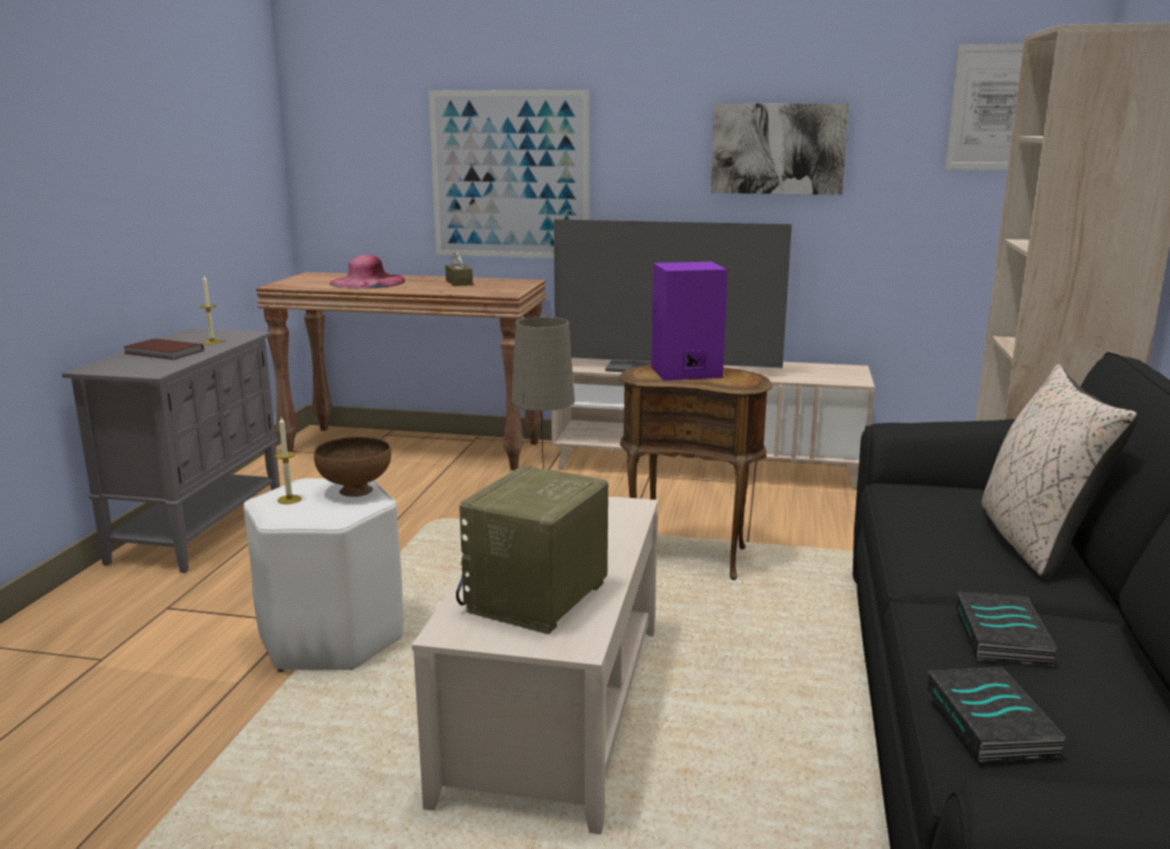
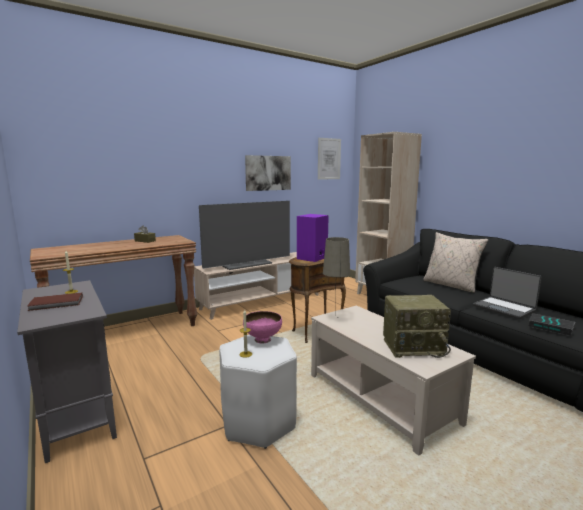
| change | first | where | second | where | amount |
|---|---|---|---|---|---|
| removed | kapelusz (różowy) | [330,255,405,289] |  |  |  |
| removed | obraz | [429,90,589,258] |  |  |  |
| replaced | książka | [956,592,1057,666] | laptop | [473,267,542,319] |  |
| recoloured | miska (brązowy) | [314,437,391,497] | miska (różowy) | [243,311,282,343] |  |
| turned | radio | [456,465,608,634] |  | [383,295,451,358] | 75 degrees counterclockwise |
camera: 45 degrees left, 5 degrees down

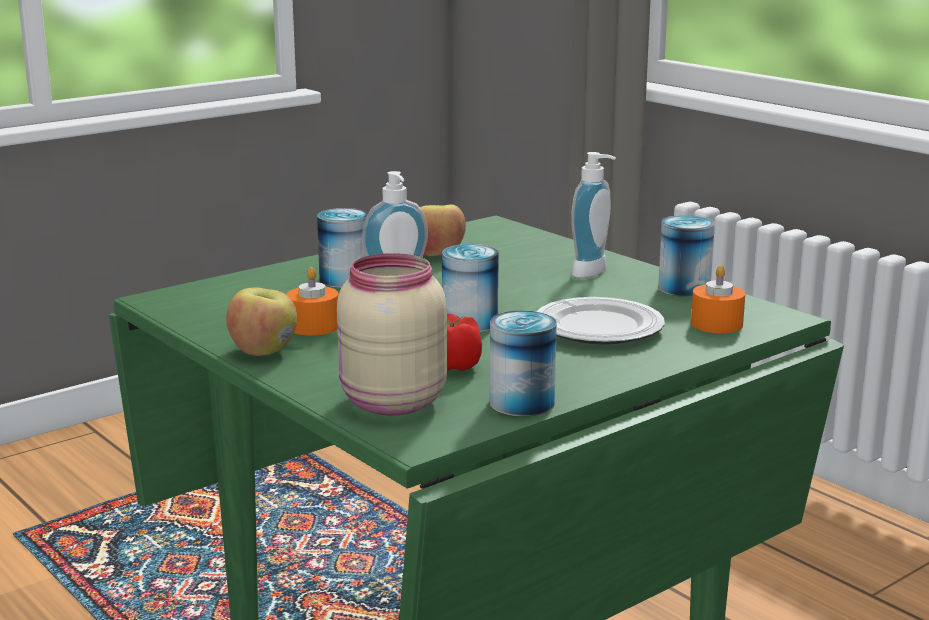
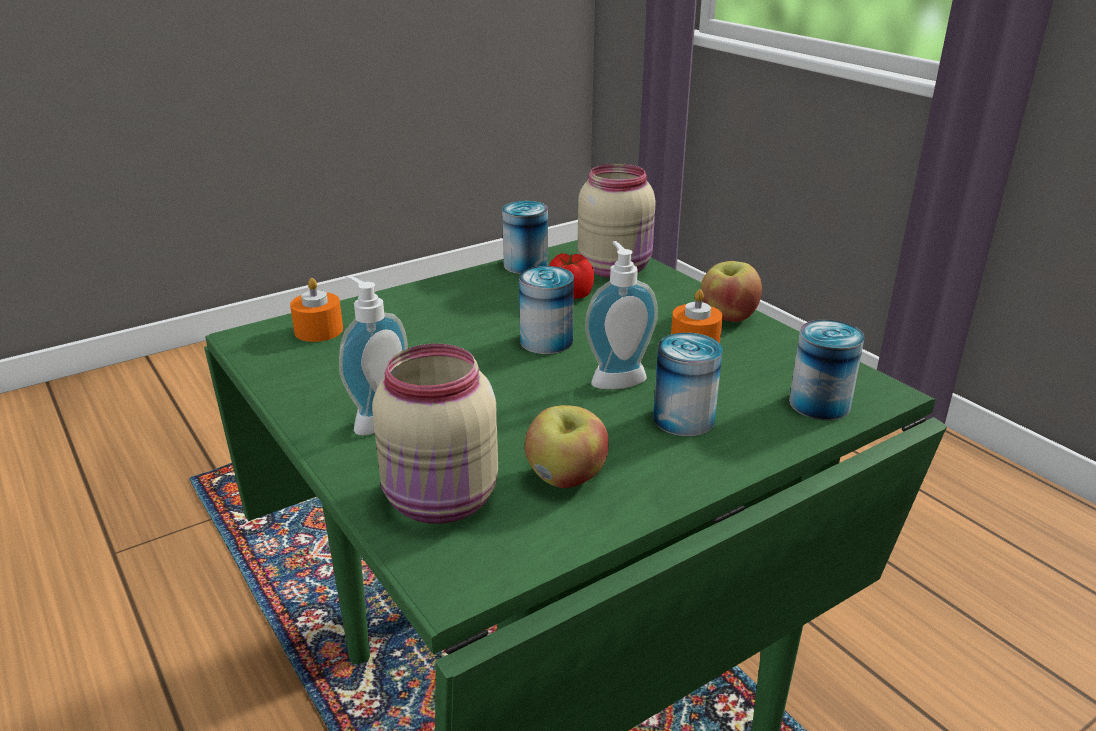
| change | first | where | second | where | amount |
|---|---|---|---|---|---|
| removed | talerz | [537,297,665,345] |  |  |  |
| added |  |  | słoik (beżowy) | [372,344,498,524] |  |
| moved | puszka | [658,215,715,297] |  | [789,320,865,420] |  |
camera: 175 degrees left, 10 degrees up

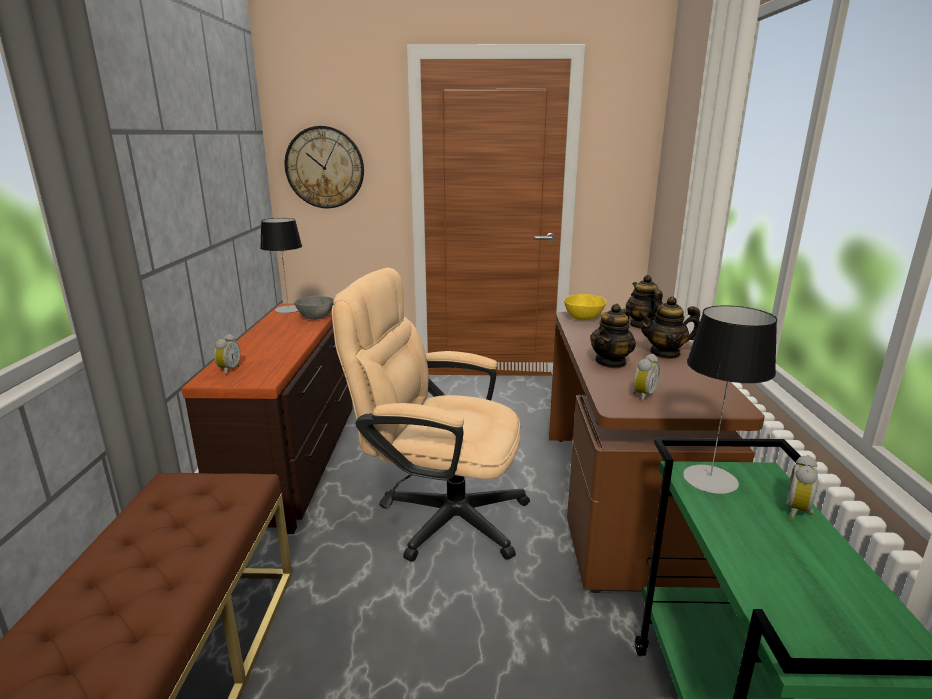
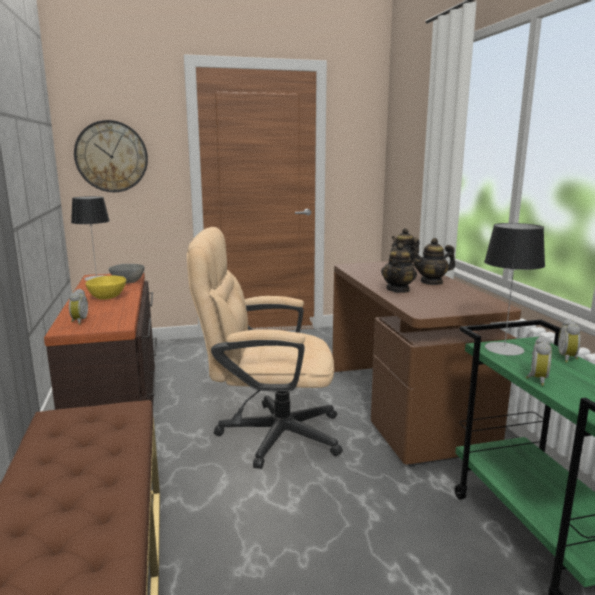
| change | first | where | second | where | amount |
|---|---|---|---|---|---|
| moved | miska (żółty) | [564,294,607,321] |  | [85,275,126,300] |  |
| moved | budzik | [633,354,660,402] |  | [526,336,552,386] |  |
camera: 15 degrees left, 5 degrees down

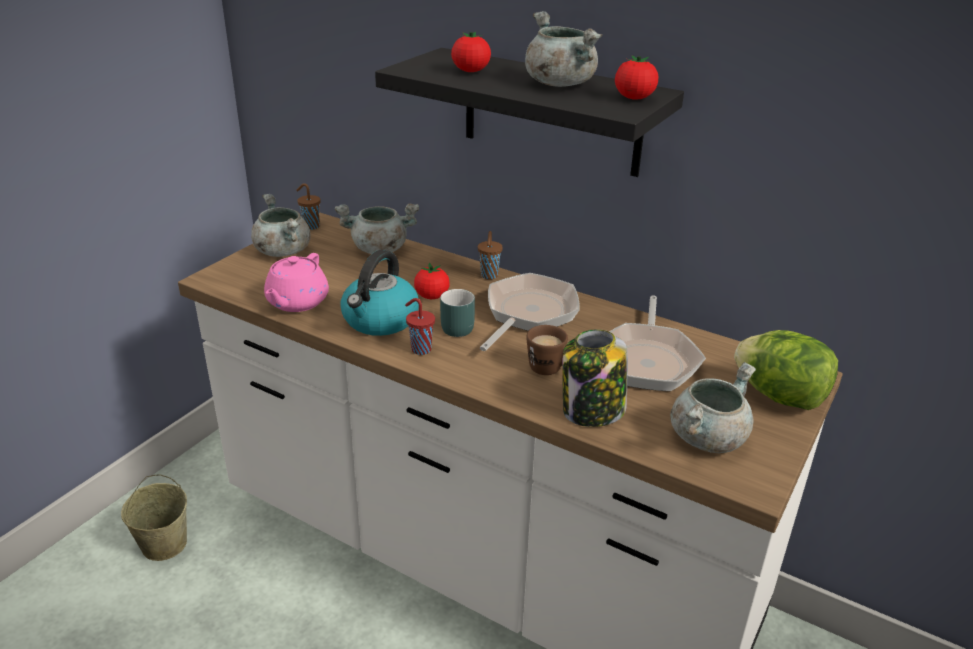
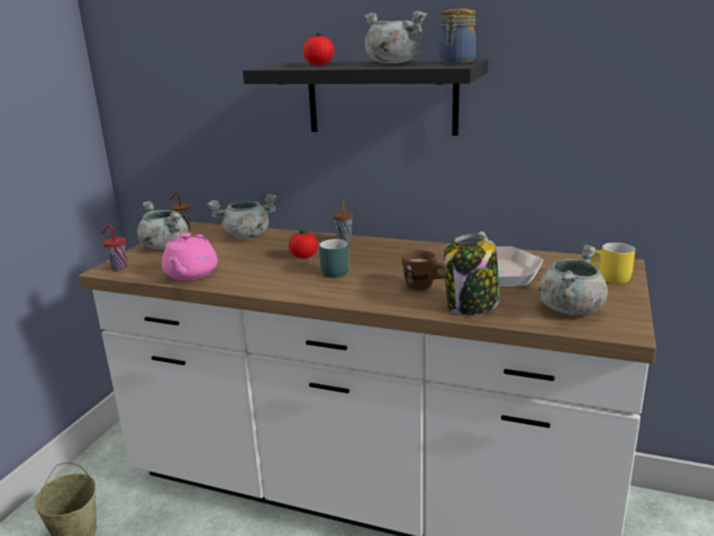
| change | first | where | second | where | amount |
|---|---|---|---|---|---|
| removed | czajnik | [340,250,419,336] |  |  |  |
| removed | patelnia | [480,273,580,351] |  |  |  |
| moved | filiżanka (czerwony) | [405,298,435,355] |  | [102,225,127,270] |  |
| replaced | pomidor | [615,56,659,100] | słoik | [439,8,476,64] |  |
| replaced | sałata | [734,330,838,410] | kubek (żółty) | [591,242,635,284] |  |
camera: 10 degrees left, 10 degrees down

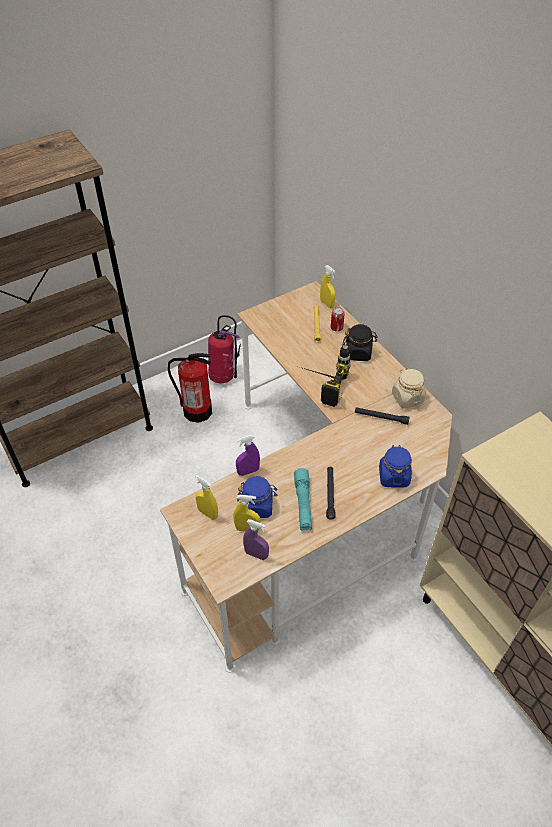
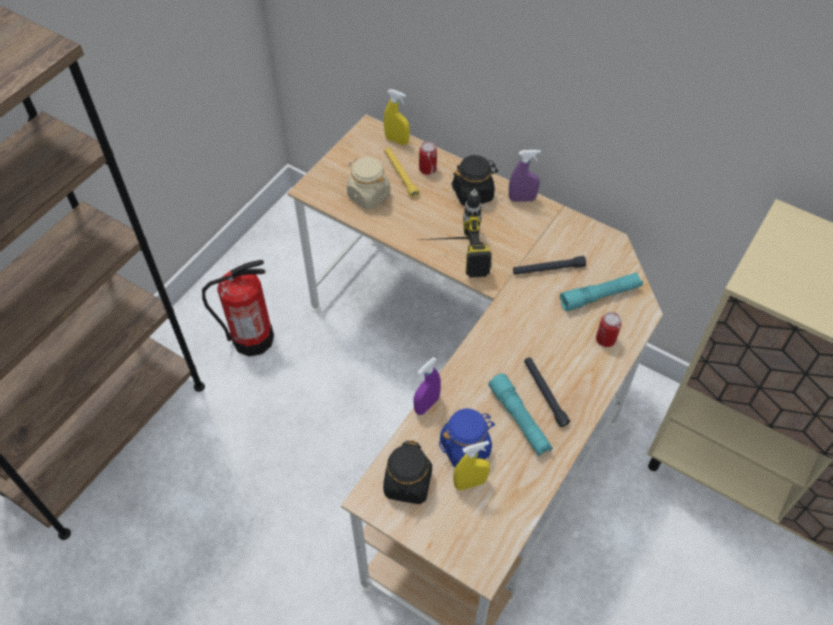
| change | first | where | second | where | amount |
|---|---|---|---|---|---|
| removed | gaśnica | [208,315,241,383] |  |  |  |
| added |  |  | latarka (turkusowy) | [560,272,643,311] |  |
| moved | spryskiwacz (fioletowy) | [243,519,269,560] |  | [509,150,541,202] |  |
| moved | słoik (beżowy) | [392,368,426,409] |  | [347,157,390,210] |  |
| replaced | spryskiwacz (żółty) | [195,475,218,520] | słoik (czarny) | [383,440,432,504] |  |
| replaced | słoik (niebieski) | [379,445,412,488] | puszka | [596,312,622,347] |  |
camera: 25 degrees left, 5 degrees up

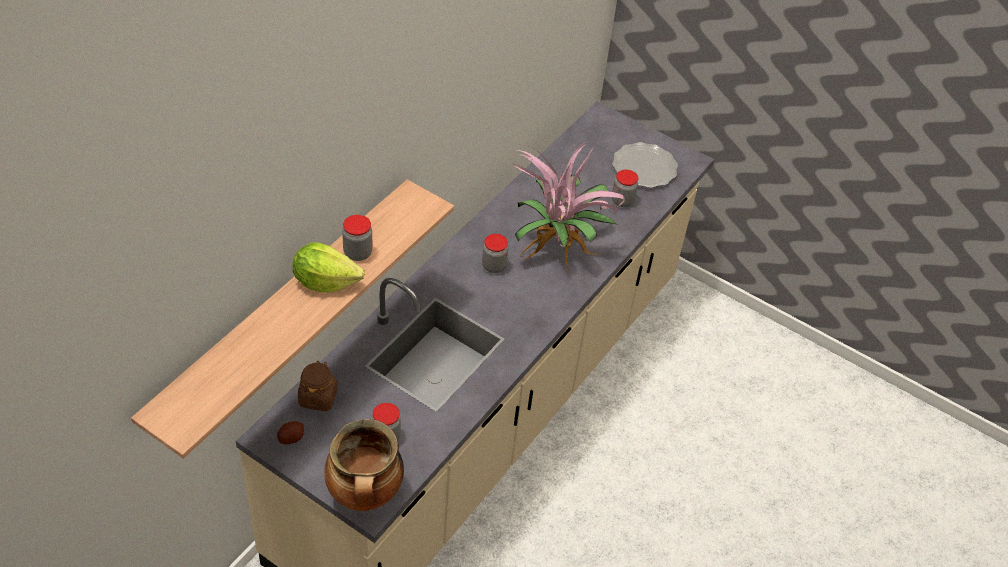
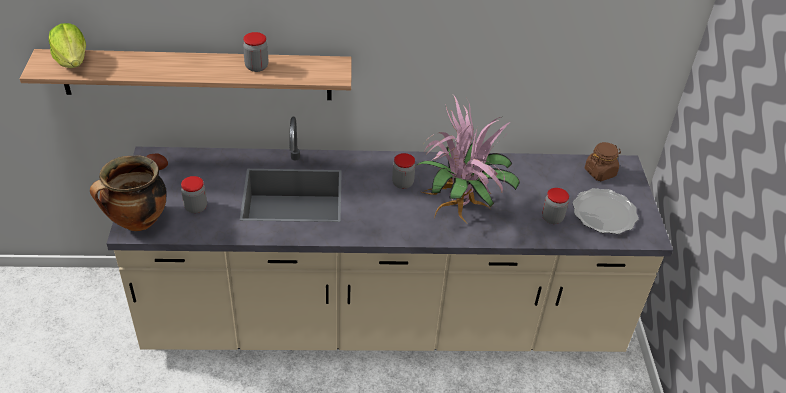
| change | first | where | second | where | amount |
|---|---|---|---|---|---|
| moved | sałata | [292,242,365,293] |  | [49,23,86,68] |  |
| moved | słoik (brązowy) | [298,360,338,411] |  | [585,142,621,181] |  |
camera: 55 degrees right, 5 degrees down

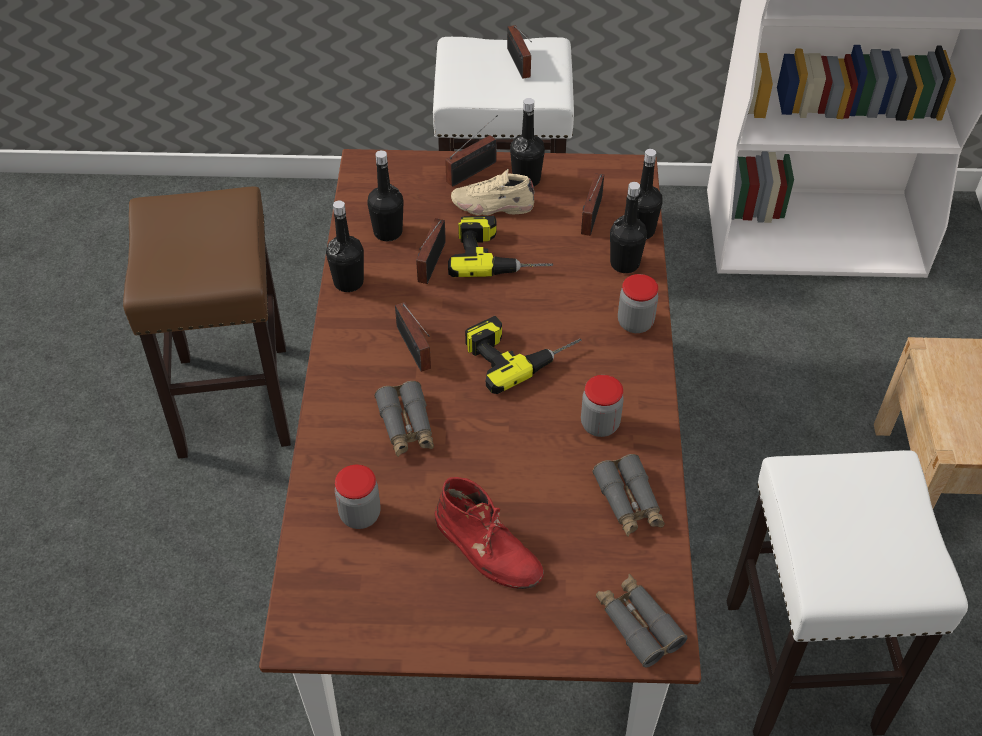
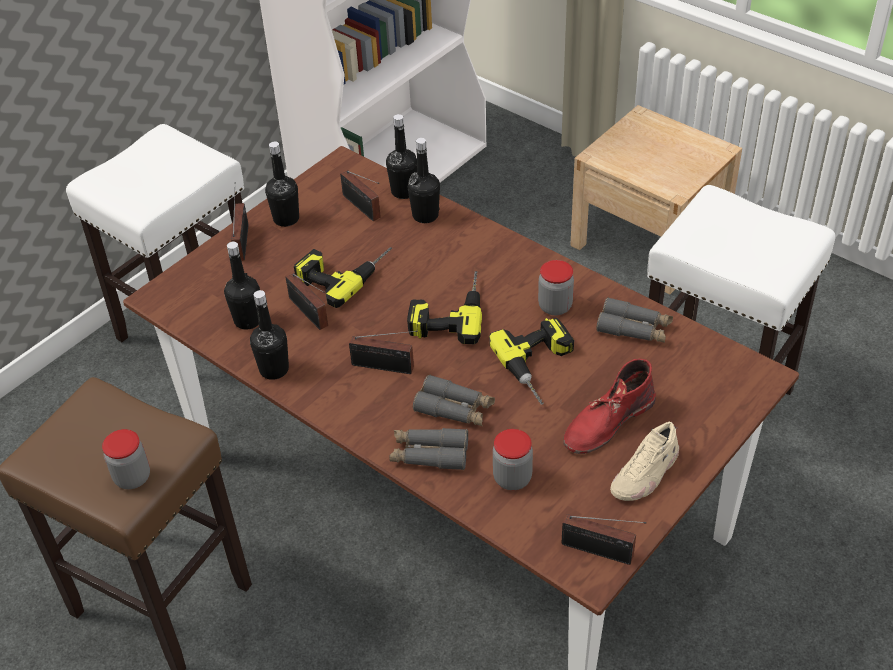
| change | first | where | second | where | amount |
|---|---|---|---|---|---|
| added |  |  | wiertarka | [489,318,574,405] |  |
| moved | but (beżowy) | [451,169,534,215] |  | [610,422,679,501] |  |
| moved | radio | [507,25,532,79] |  | [561,514,646,565] |  |
| moved | lornetka (szary) | [596,574,687,668] |  | [389,428,468,470] |  |
| moved | słoik | [618,274,658,333] |  | [102,429,150,489] |  |
| turned | but z cholewką (czerwony) | [435,477,544,589] |  | [563,358,656,454] | 150 degrees clockwise |
camera: 50 degrees left, 5 degrees down

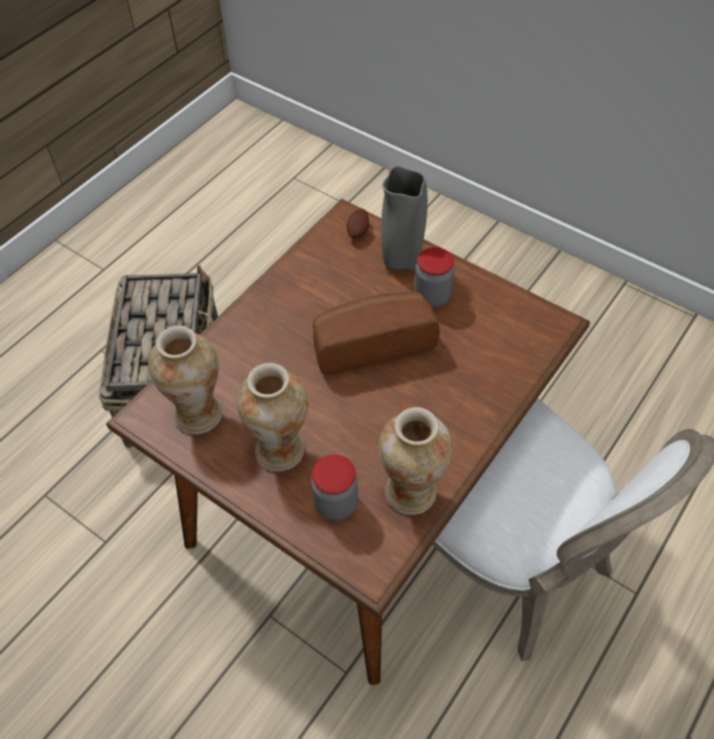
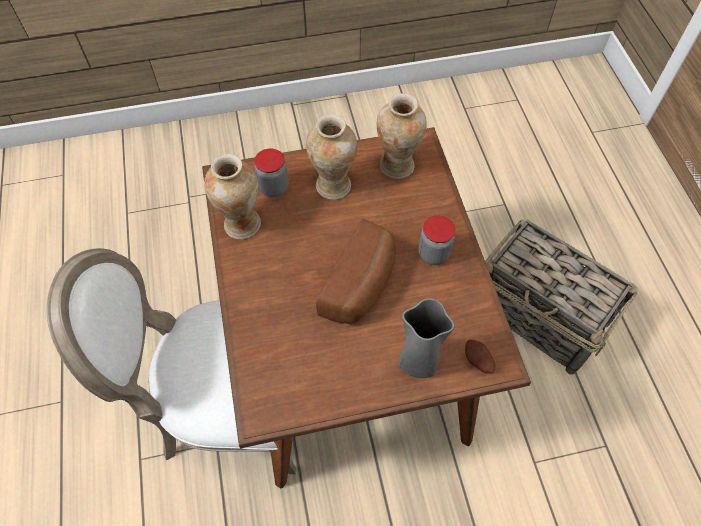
| change | first | where | second | where | amount |
|---|---|---|---|---|---|
| moved | słoik | [414,247,454,308] |  | [419,215,455,265] |  |
camera: 130 degrees right, 5 degrees up

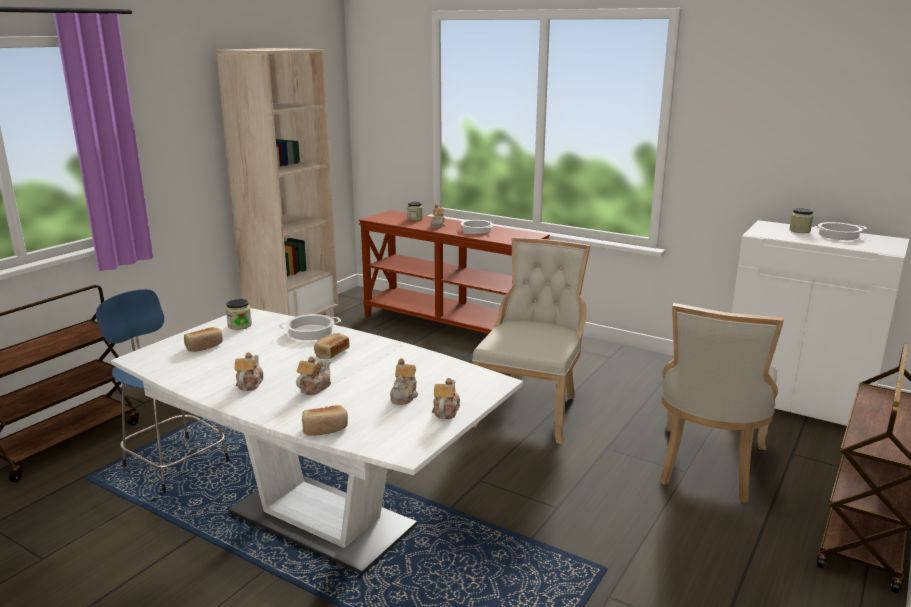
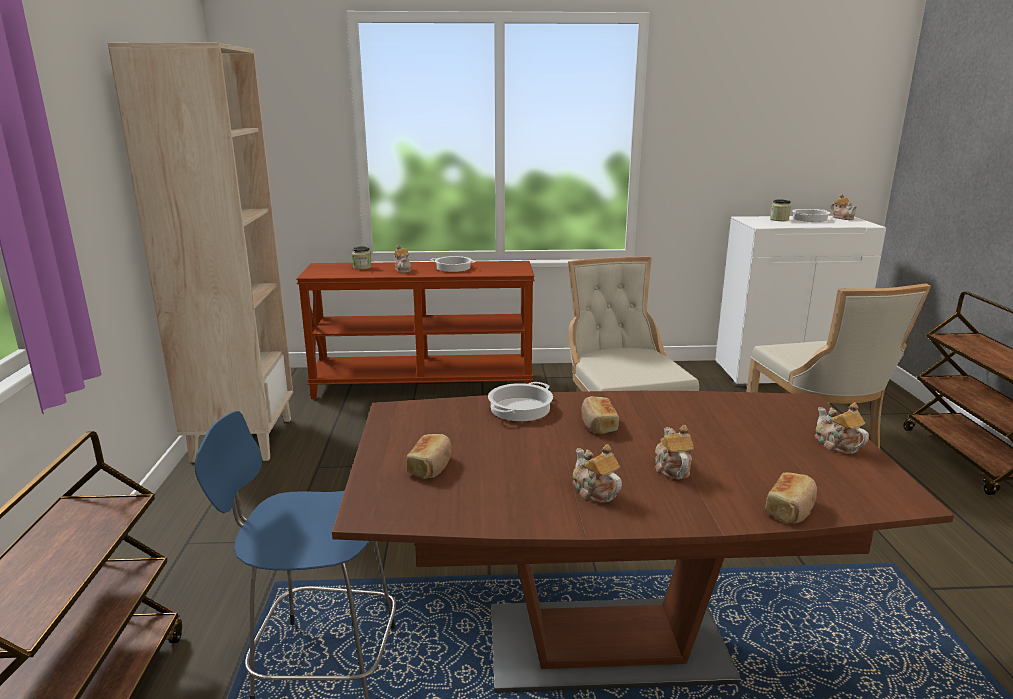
| change | first | where | second | where | amount |
|---|---|---|---|---|---|
| removed | słoik | [226,299,252,330] |  |  |  |
| moved | imbryk | [390,358,418,405] |  | [831,194,857,220] |  |
| recoloured | stół jadalny (biały) | [111,308,523,575] | stół jadalny (brązowy) | [332,391,954,693] |  |
camera: 35 degrees left, 0 degrees up

